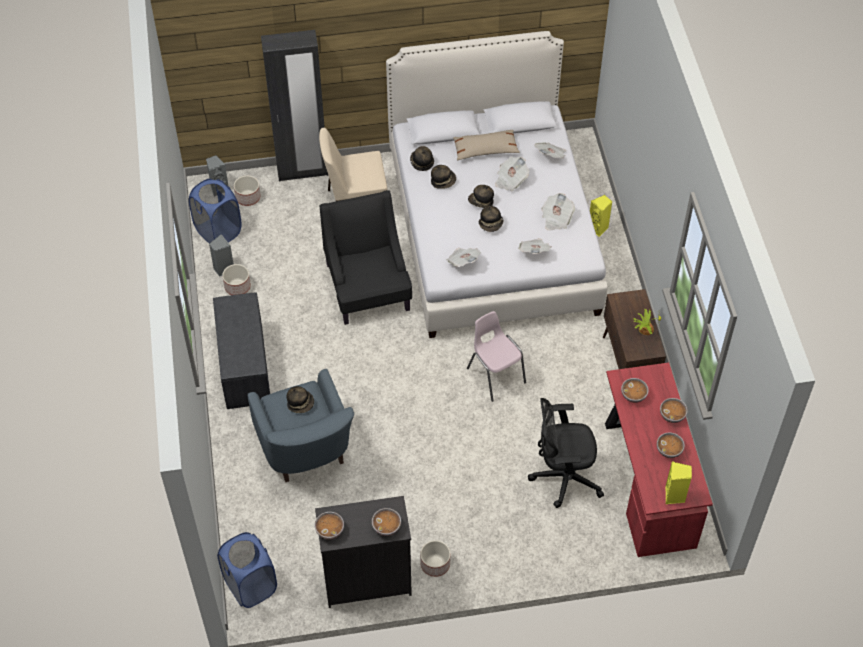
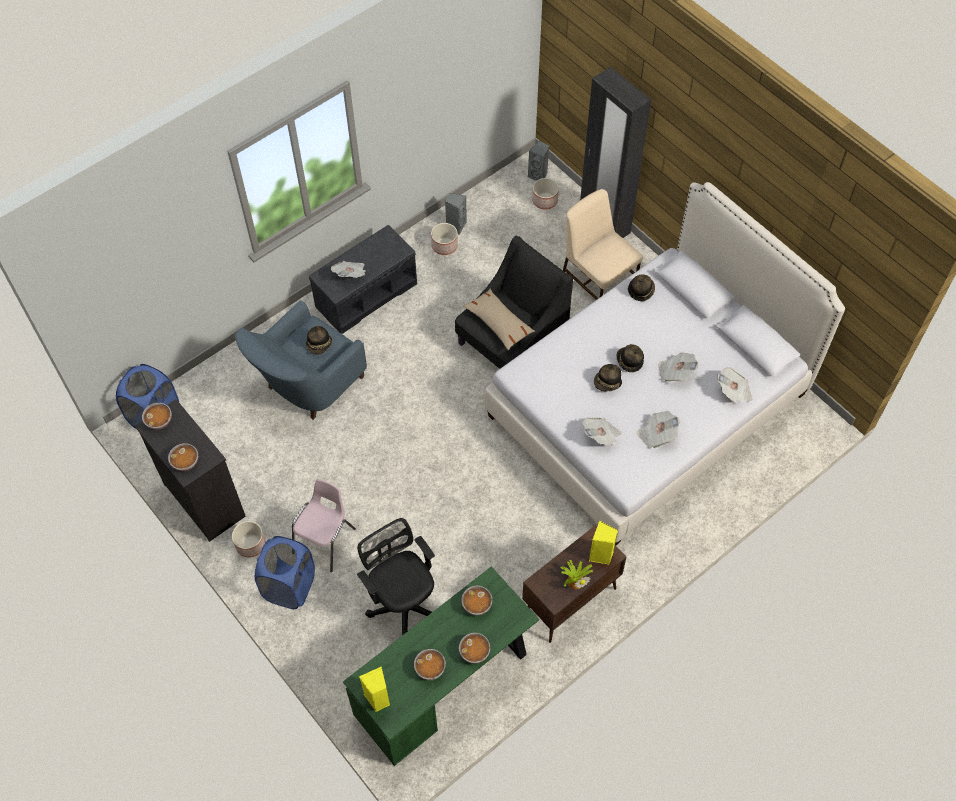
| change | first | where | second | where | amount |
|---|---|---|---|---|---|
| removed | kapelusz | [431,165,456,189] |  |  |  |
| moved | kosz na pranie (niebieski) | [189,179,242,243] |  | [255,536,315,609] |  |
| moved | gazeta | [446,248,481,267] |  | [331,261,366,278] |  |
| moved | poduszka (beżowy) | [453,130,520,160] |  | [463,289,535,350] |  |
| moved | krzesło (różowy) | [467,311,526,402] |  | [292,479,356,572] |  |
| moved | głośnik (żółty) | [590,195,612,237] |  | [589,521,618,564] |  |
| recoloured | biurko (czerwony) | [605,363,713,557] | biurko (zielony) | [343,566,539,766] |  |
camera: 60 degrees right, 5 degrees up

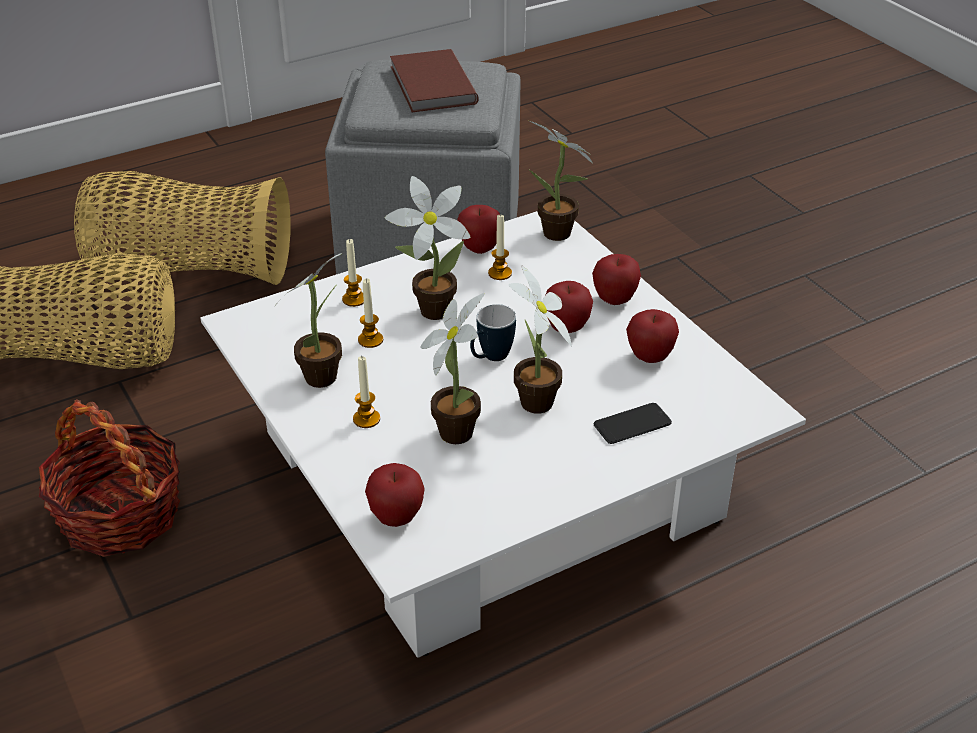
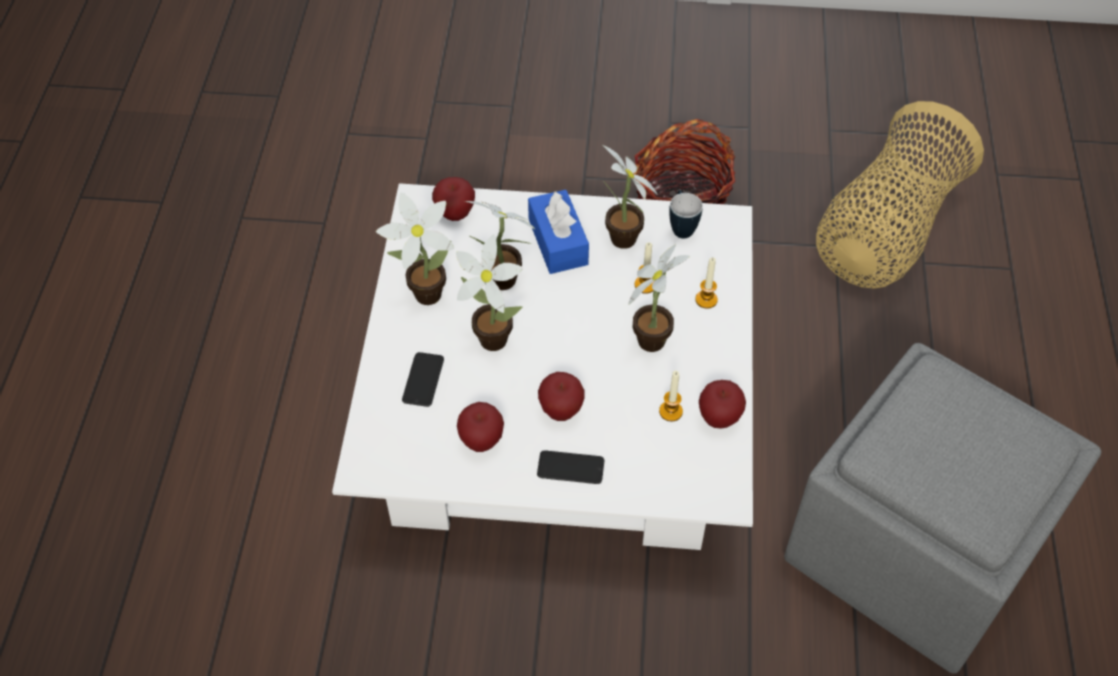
| change | first | where | second | where | amount |
|---|---|---|---|---|---|
| removed | koszyk | [74,171,290,285] |  |  |  |
| removed | książka (brązowy) | [390,49,478,112] |  |  |  |
| moved | kubek | [470,304,516,361] |  | [669,190,703,239] |  |
| moved | roślina doniczkowa | [529,121,593,241] |  | [376,192,454,305] |  |
| replaced | świeca | [353,356,380,428] | pudełko chusteczek (niebieski) | [528,190,589,274] |  |
| replaced | jabłko | [592,254,641,305] | telefon | [537,450,604,484] |  |
camera: 125 degrees right, 15 degrees up

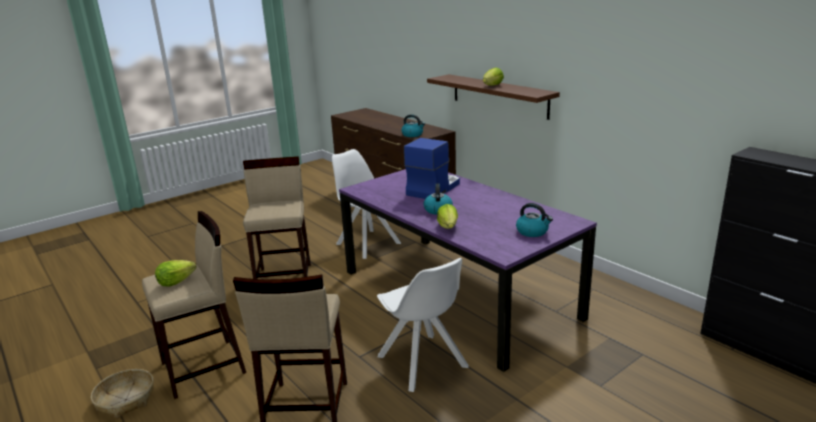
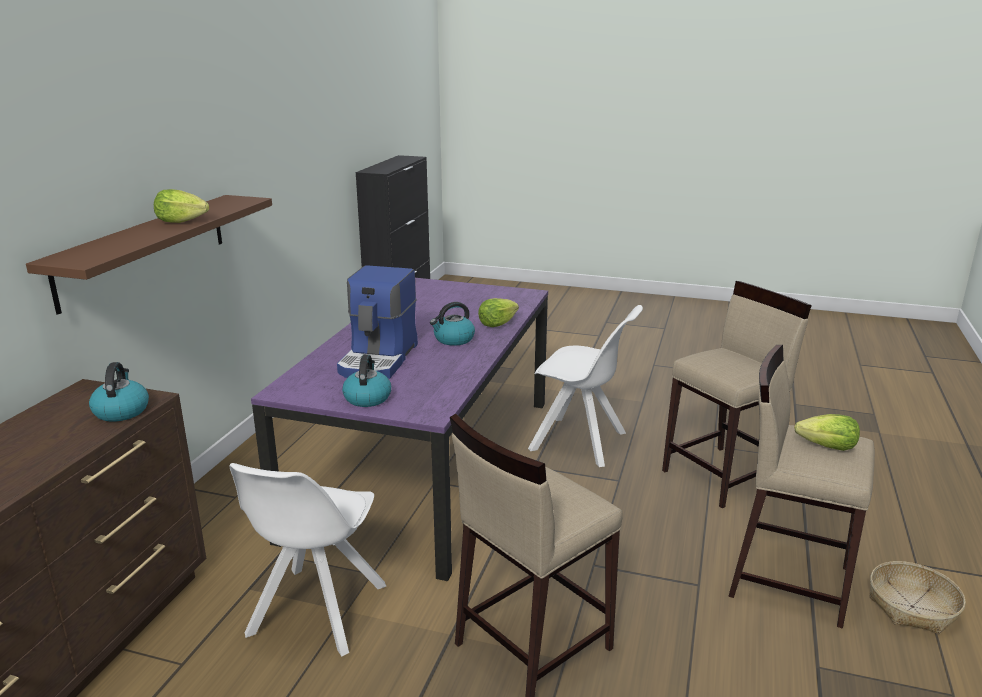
| change | first | where | second | where | amount |
|---|---|---|---|---|---|
| moved | czajnik | [516,203,553,237] |  | [342,354,391,407] |  |
| turned | krzesło (biały) | [377,258,468,392] |  | [528,305,643,467] | 90 degrees clockwise |
| turned | ekspres do kawy | [404,138,460,199] |  | [337,265,418,379] | 75 degrees counterclockwise |
camera: 125 degrees left, 0 degrees up

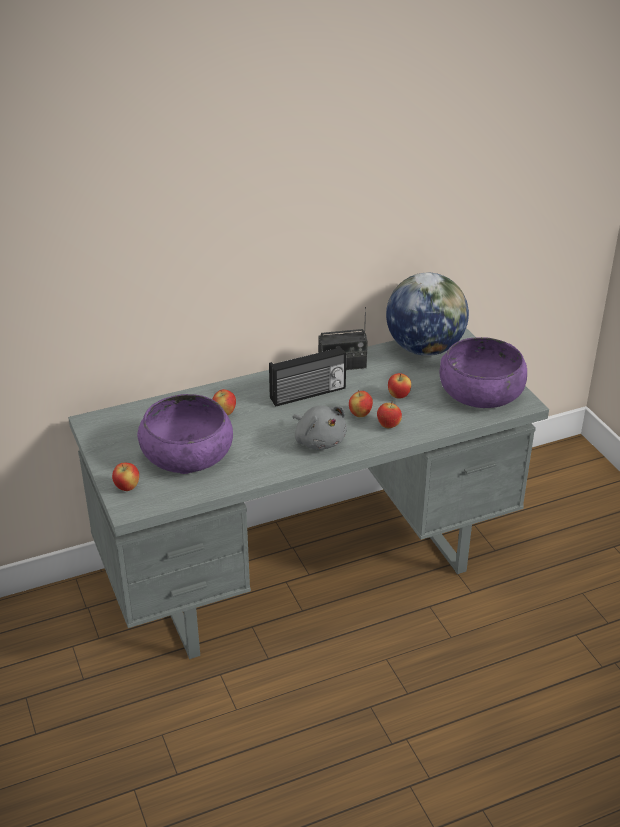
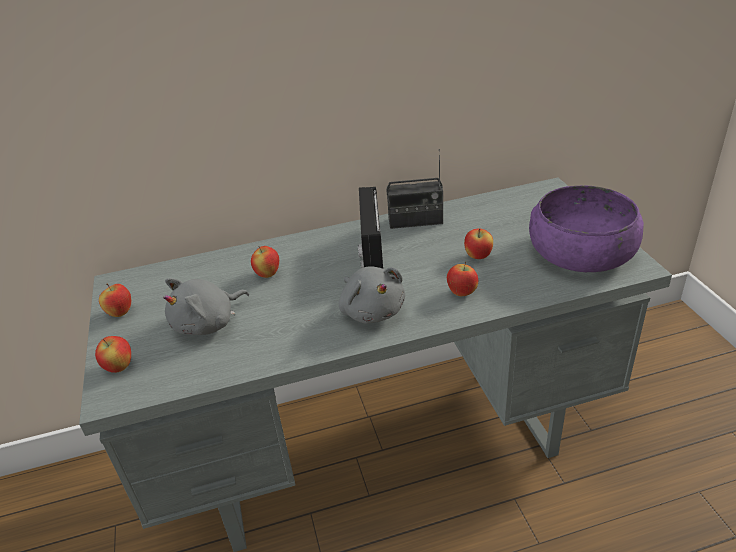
| change | first | where | second | where | amount |
|---|---|---|---|---|---|
| removed | globus | [386,273,469,356] |  |  |  |
| moved | jabłko | [349,390,373,417] |  | [99,283,131,317] |  |
| replaced | miska (fioletowy) | [137,394,233,474] | pluszak (szary) | [163,278,249,335] |  |
| turned | radio | [269,346,346,407] |  | [358,187,383,269] | 105 degrees clockwise |
camera: 10 degrees right, 0 degrees up

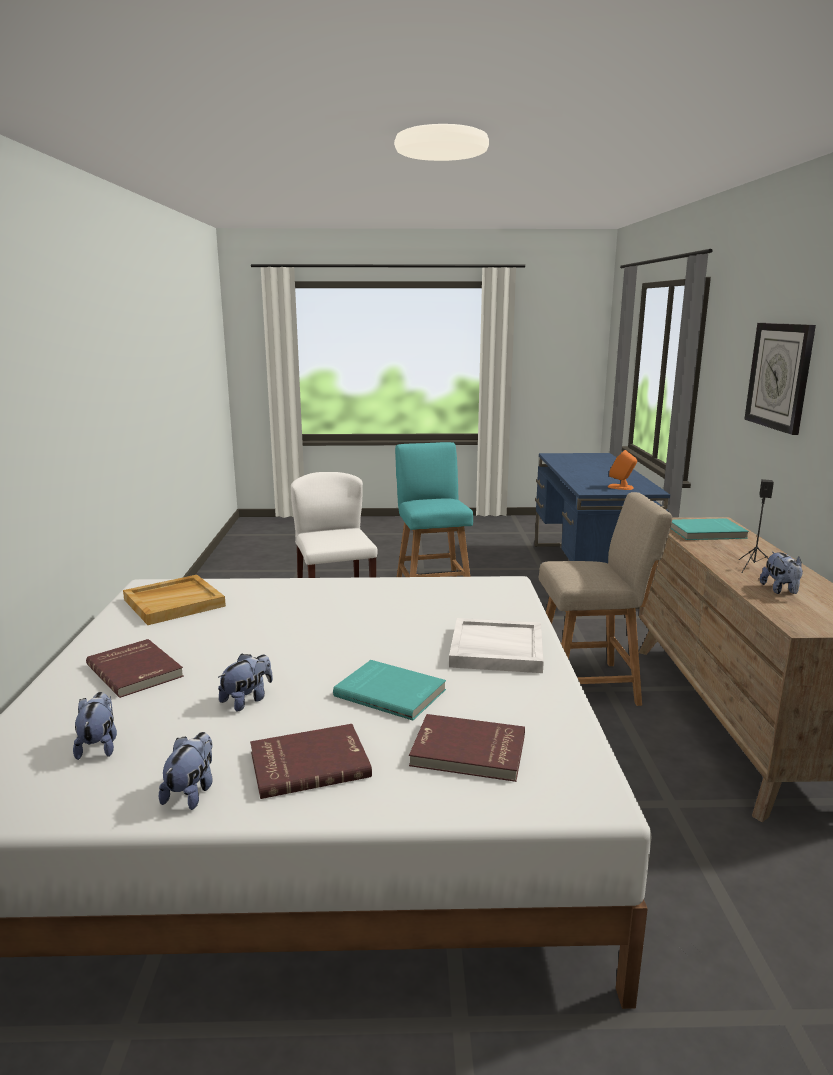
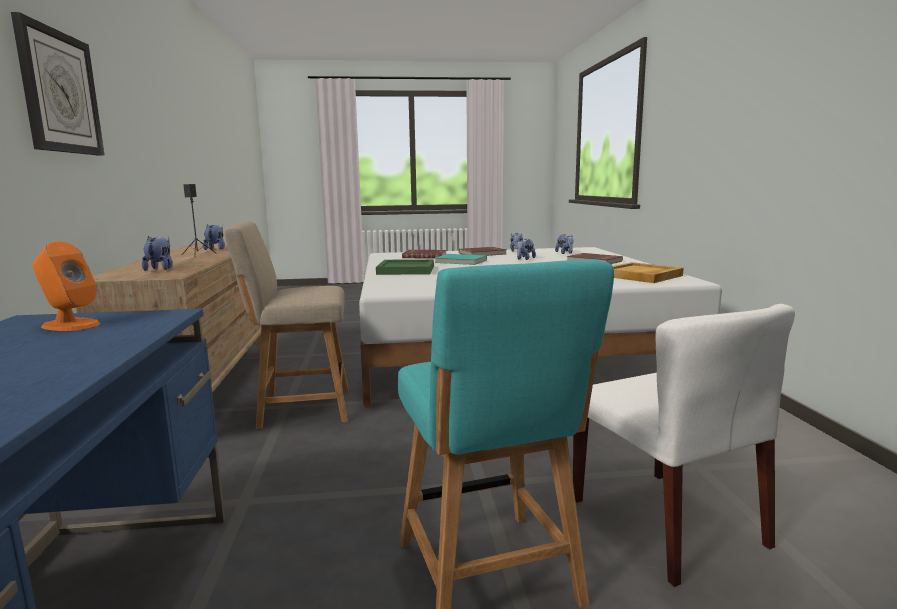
| change | first | where | second | where | amount |
|---|---|---|---|---|---|
| replaced | książka (turkusowy) | [670,518,749,540] | pluszak | [142,236,173,271] |  |
| recoloured | taca (biały) | [449,618,544,673] | taca (zielony) | [376,259,434,275] |  |
camera: 175 degrees right, 5 degrees down

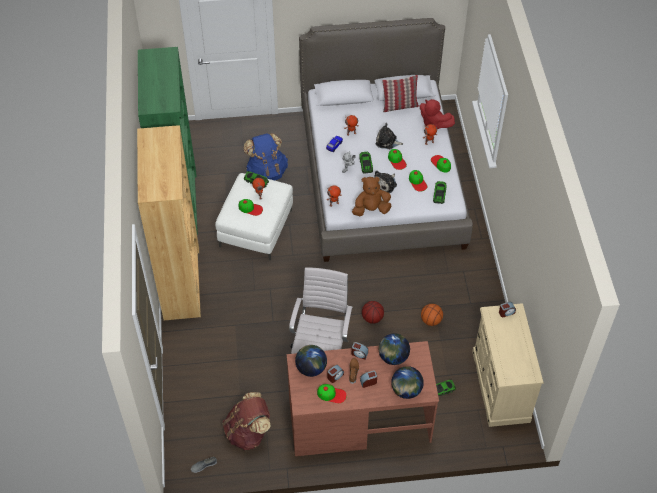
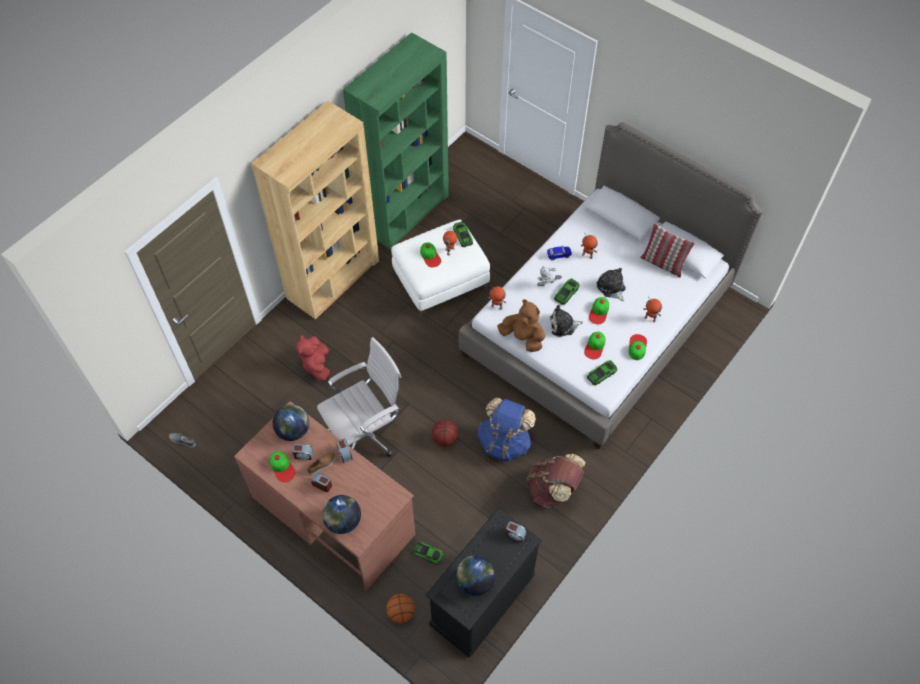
| change | first | where | second | where | amount |
|---|---|---|---|---|---|
| moved | plecak (brązowy) | [222,392,271,450] |  | [526,454,586,508] |  |
| moved | plecak (niebieski) | [243,133,288,180] |  | [478,398,536,462] |  |
| moved | globus | [379,333,410,365] |  | [456,556,495,596] |  |
| moved | pluszak (czerwony) | [420,99,455,129] |  | [296,335,330,381] |  |
| moved | piłka do koszykówki | [421,304,443,326] |  | [386,594,415,623] |  |
| recoloured | komoda (beżowy) | [472,303,544,427] | komoda (czarny) | [425,508,542,658] |  |
camera: 45 degrees right, 5 degrees up

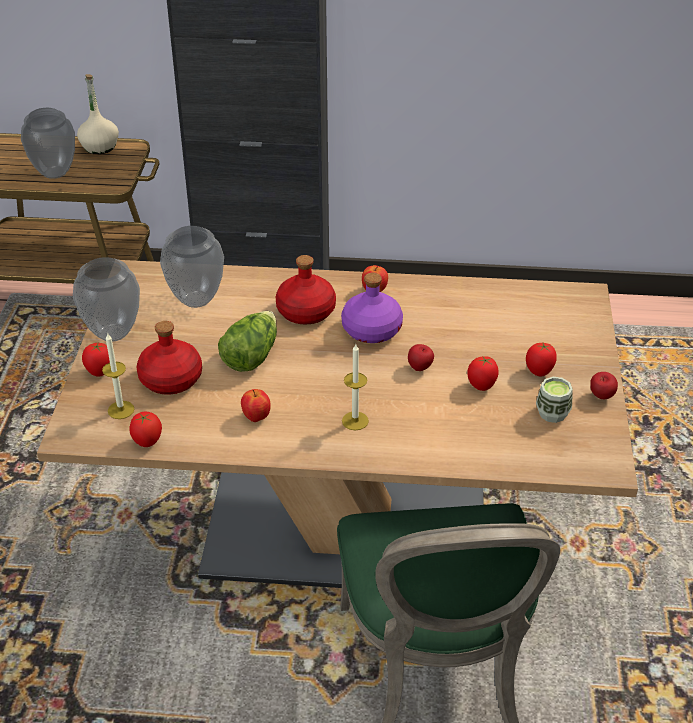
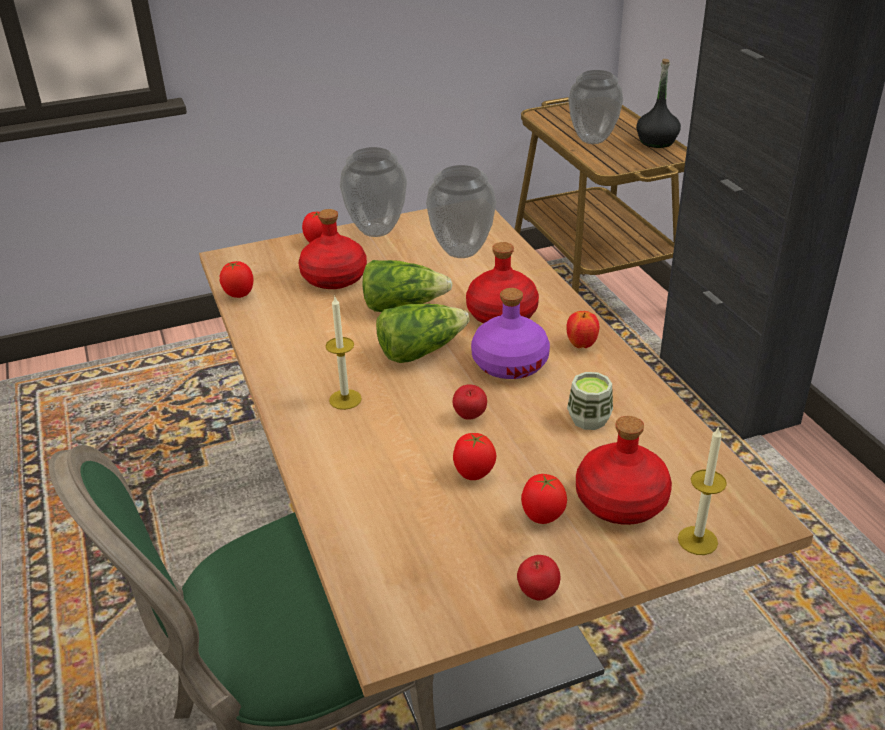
| change | first | where | second | where | amount |
|---|---|---|---|---|---|
| removed | jabłko | [241,389,271,422] |  |  |  |
| added |  |  | sałata | [376,304,470,363] |  |
| added |  |  | butelka (czerwony) | [576,416,672,525] |  |
| moved | świeca | [102,332,135,419] |  | [678,426,727,555] |  |
| moved | filiżanka | [536,377,573,423] |  | [567,372,613,430] |  |
| recoloured | butelka (beżowy) | [77,74,119,154] | butelka (czarny) | [636,59,681,148] |  |
camera: 65 degrees right, 5 degrees down

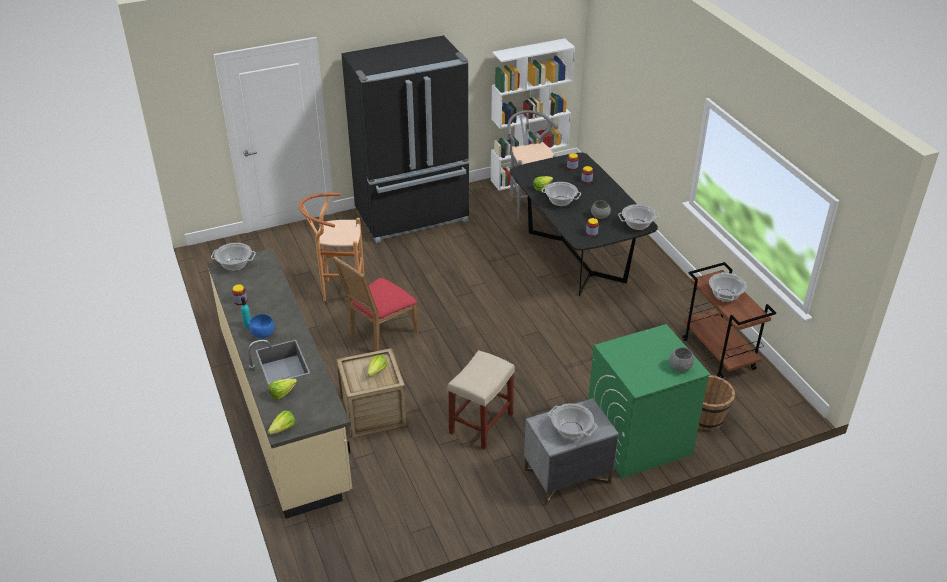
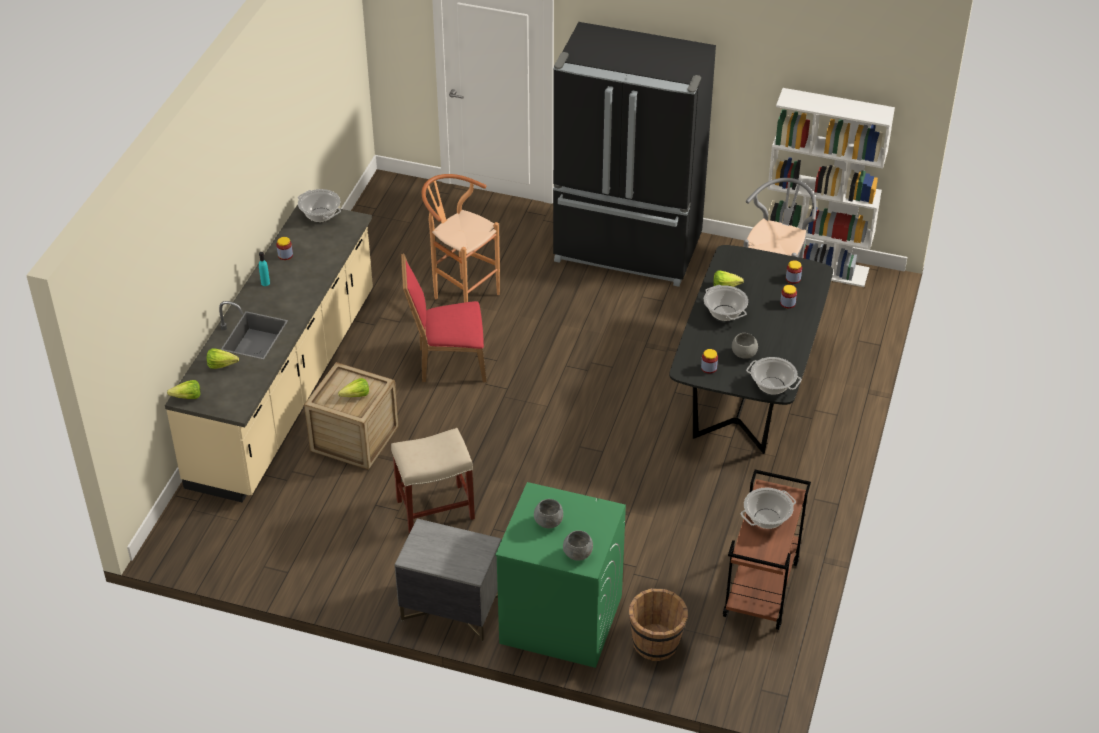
| change | first | where | second | where | amount |
|---|---|---|---|---|---|
| removed | miska (niebieski) | [248,314,274,338] |  |  |  |
| removed | garnek | [548,403,597,439] |  |  |  |
| added |  |  | miska (szary) | [534,499,563,528] |  |
camera: 40 degrees right, 5 degrees up

